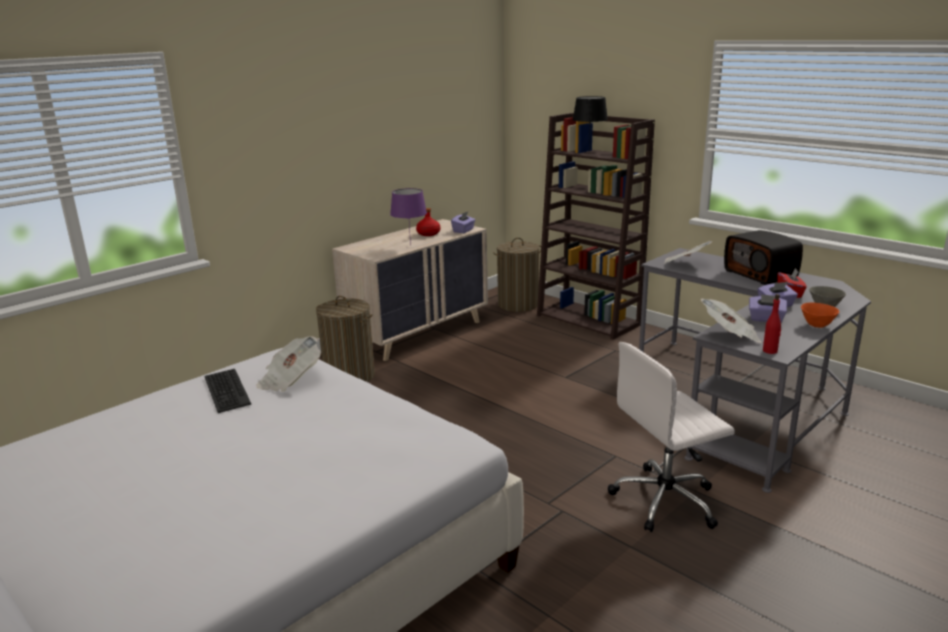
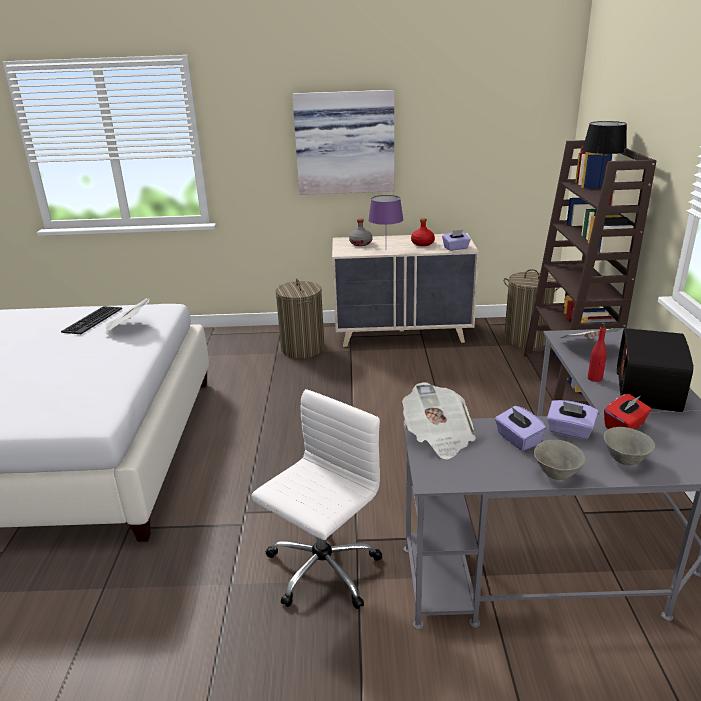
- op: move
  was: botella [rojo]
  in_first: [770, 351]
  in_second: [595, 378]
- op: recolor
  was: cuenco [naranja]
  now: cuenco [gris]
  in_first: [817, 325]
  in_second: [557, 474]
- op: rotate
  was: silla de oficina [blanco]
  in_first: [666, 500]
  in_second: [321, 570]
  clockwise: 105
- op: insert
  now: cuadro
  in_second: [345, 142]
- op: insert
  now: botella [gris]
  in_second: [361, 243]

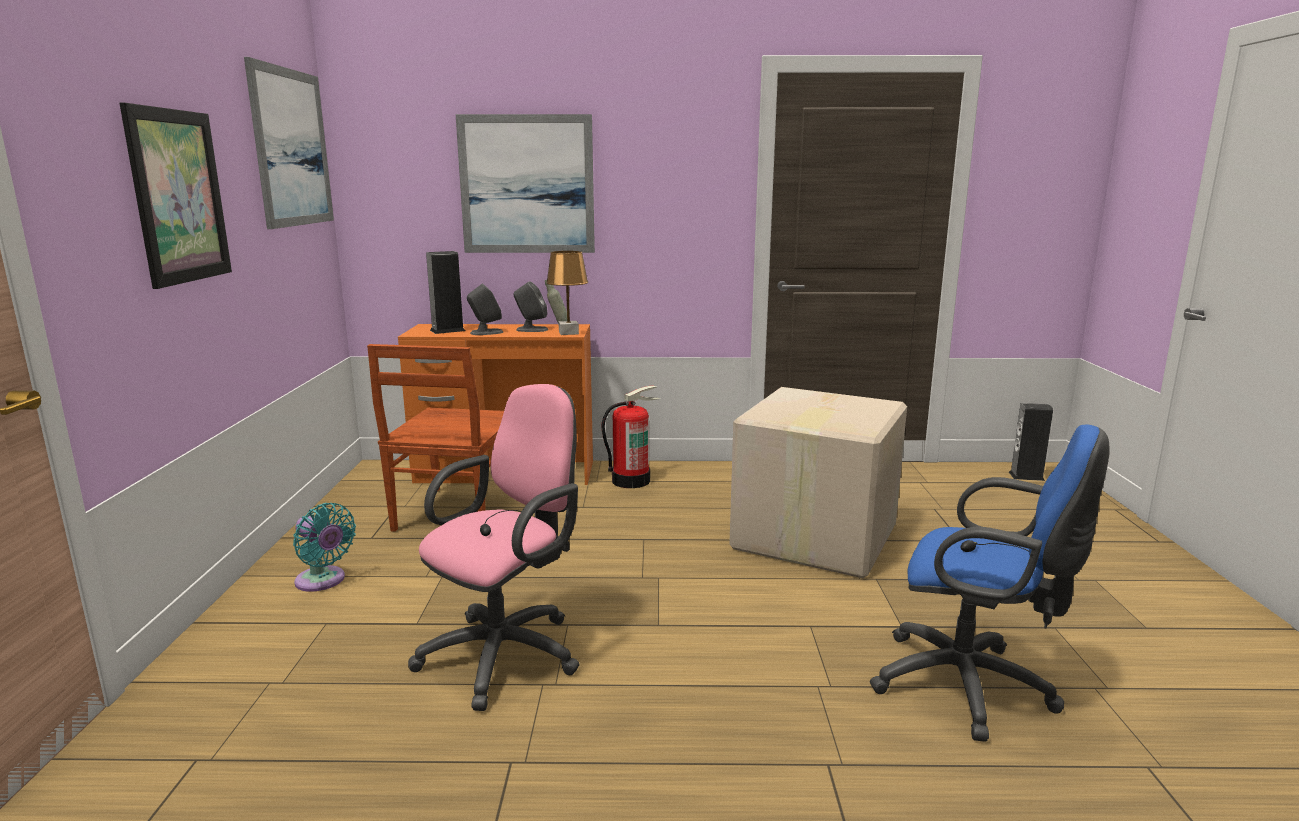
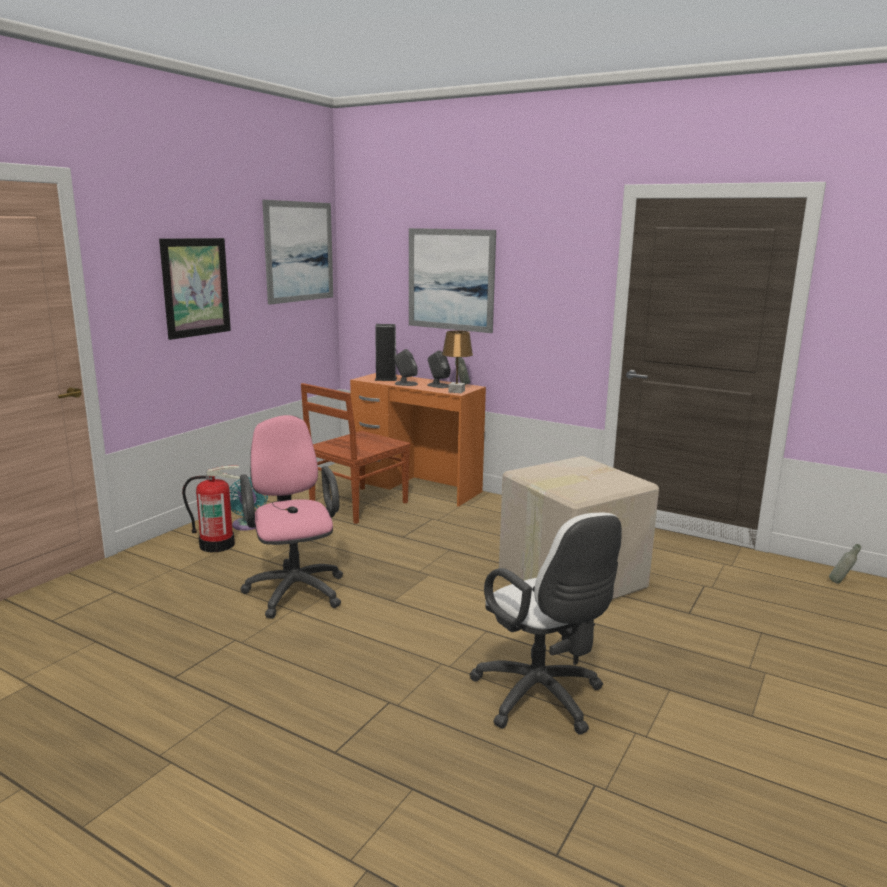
- op: rotate
  was: silla de oficina [rosa]
  in_first: [508, 652]
  in_second: [294, 589]
  clockwise: -90
- op: move
  was: extintor
  in_first: [630, 480]
  in_second: [217, 544]
- op: replace
  was: altavoz
  now: botella [gris]
  in_first: [1026, 476]
  in_second: [840, 583]
- op: recolor
  was: silla de oficina [azul]
  now: silla de oficina [blanco]
  in_first: [971, 687]
  in_second: [542, 699]

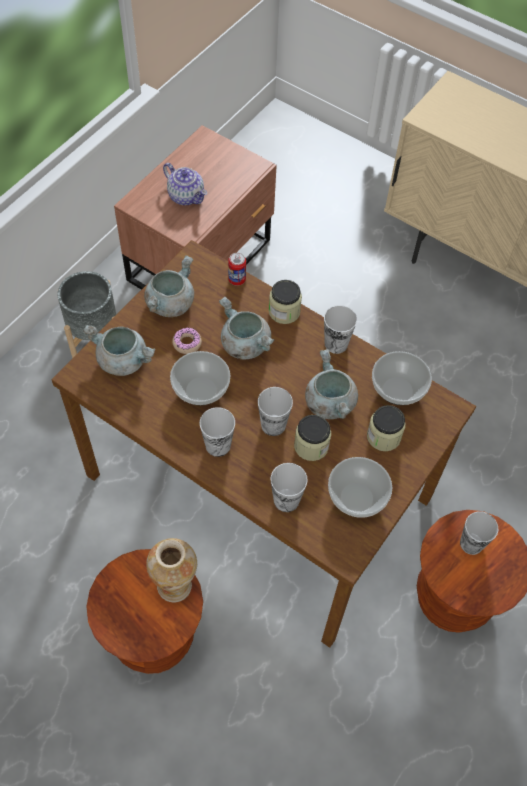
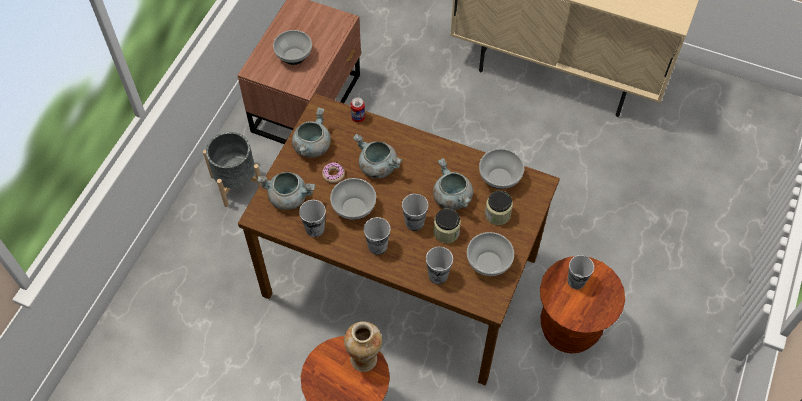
- op: replace
  was: tetera
  now: cuenco
  in_first: [186, 196]
  in_second: [294, 56]
- op: delete
  was: tarro
  in_first: [284, 311]
- op: move
  was: taza
  in_first: [336, 344]
  in_second: [315, 228]

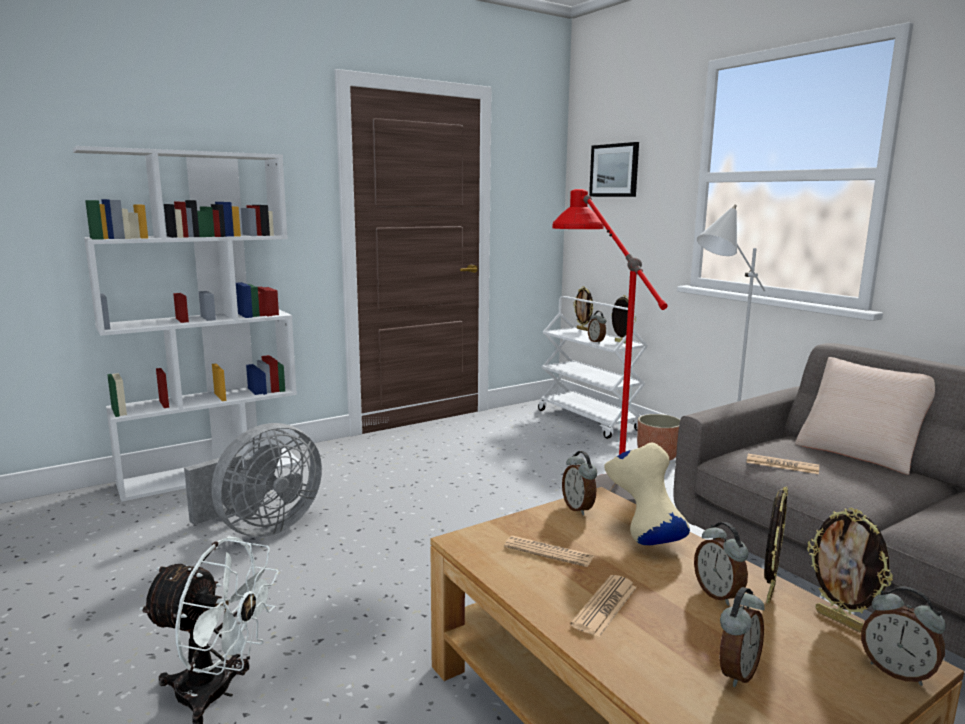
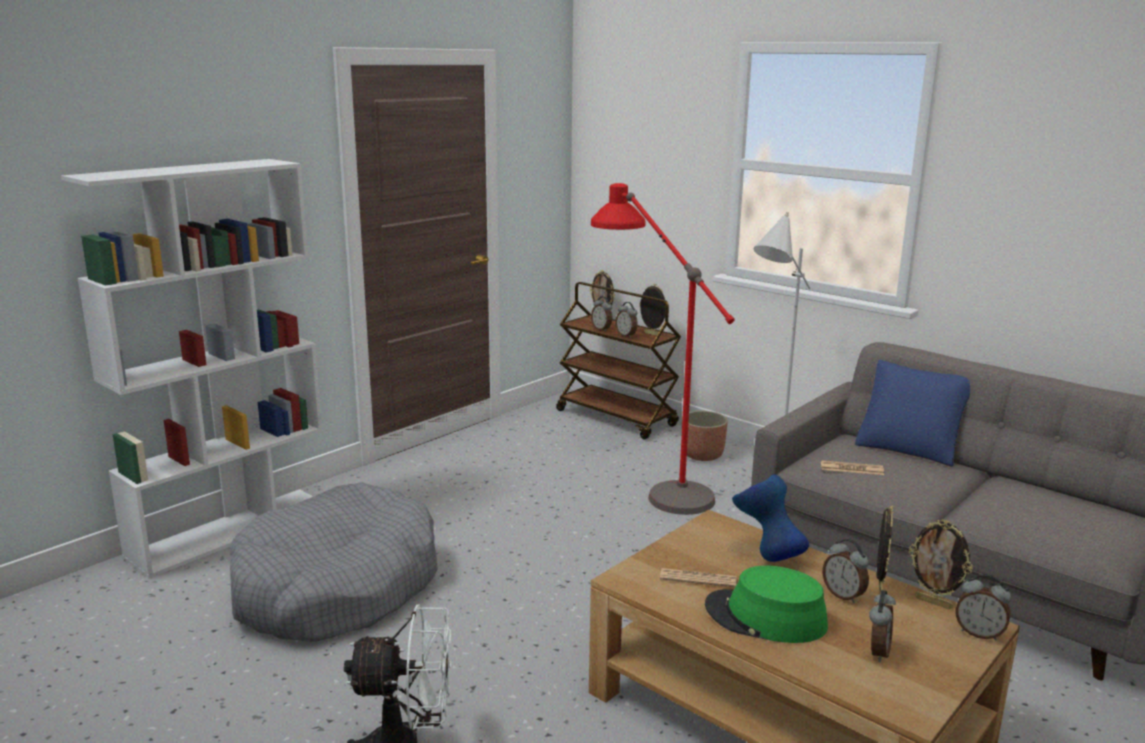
- op: delete
  was: cuadro
  in_first: [614, 170]
- op: recolor
  was: carrito [blanco]
  now: carrito [marrón]
  in_first: [589, 420]
  in_second: [617, 418]
- op: recolor
  was: cojín [beis]
  now: cojín [azul]
  in_first: [860, 452]
  in_second: [909, 447]
- op: replace
  was: ventilador [gris]
  now: cama para perro [gris]
  in_first: [261, 528]
  in_second: [336, 587]
- op: recolor
  was: florero [beis]
  now: florero [azul]
  in_first: [643, 538]
  in_second: [766, 555]
- op: move
  was: despertador
  in_first: [579, 508]
  in_second: [602, 329]
- op: replace
  was: periódico
  now: sombrero [verde]
  in_first: [605, 606]
  in_second: [765, 617]

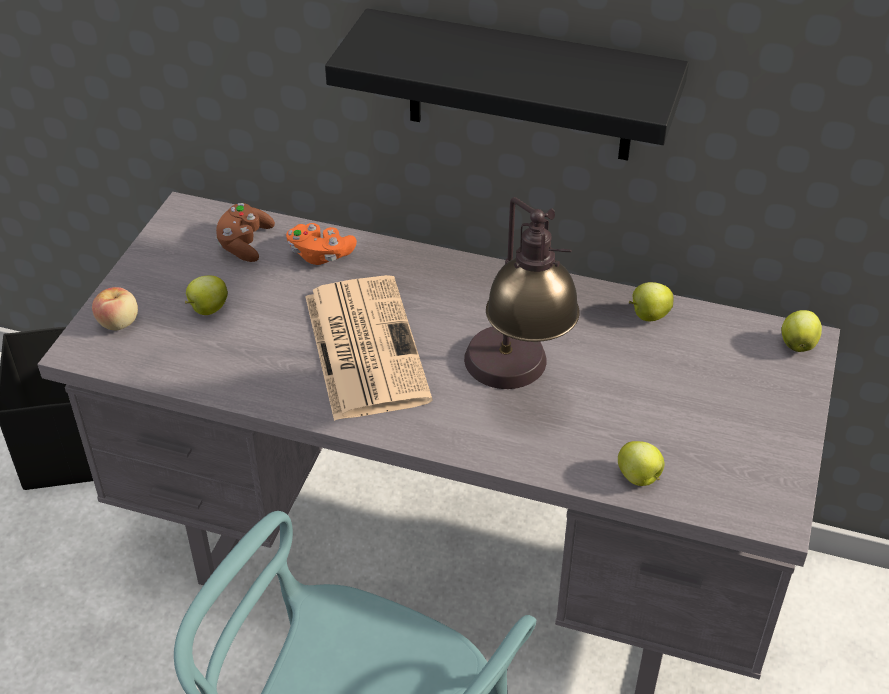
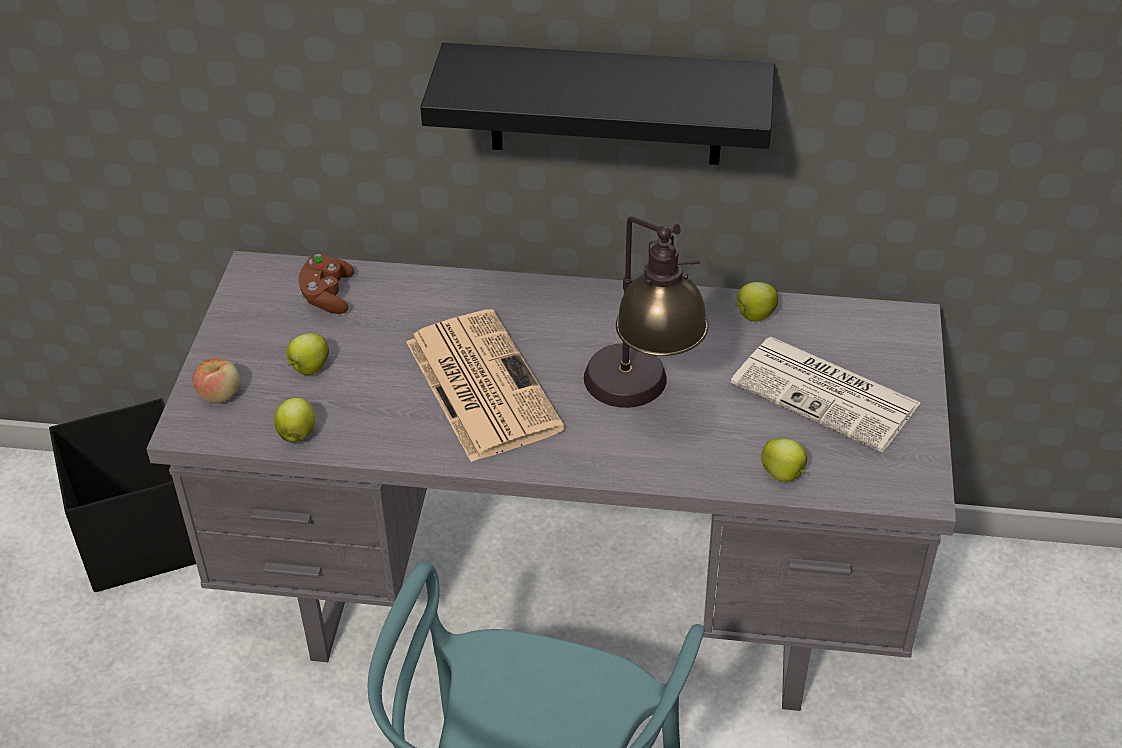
- op: delete
  was: mando de consola [naranja]
  in_first: [320, 254]
- op: move
  was: manzana
  in_first: [797, 344]
  in_second: [297, 433]
- op: insert
  now: periódico
  in_second: [828, 394]

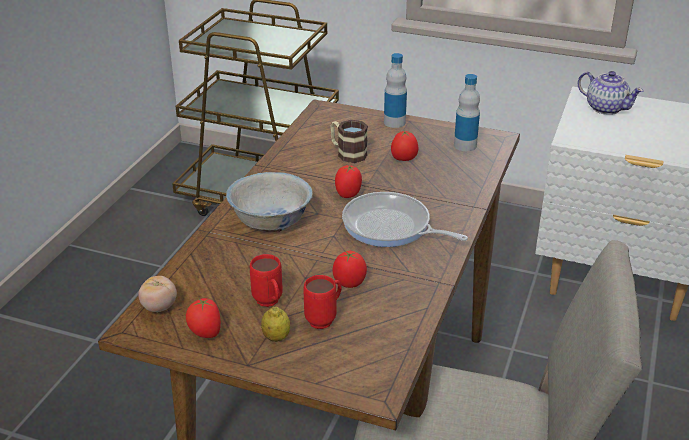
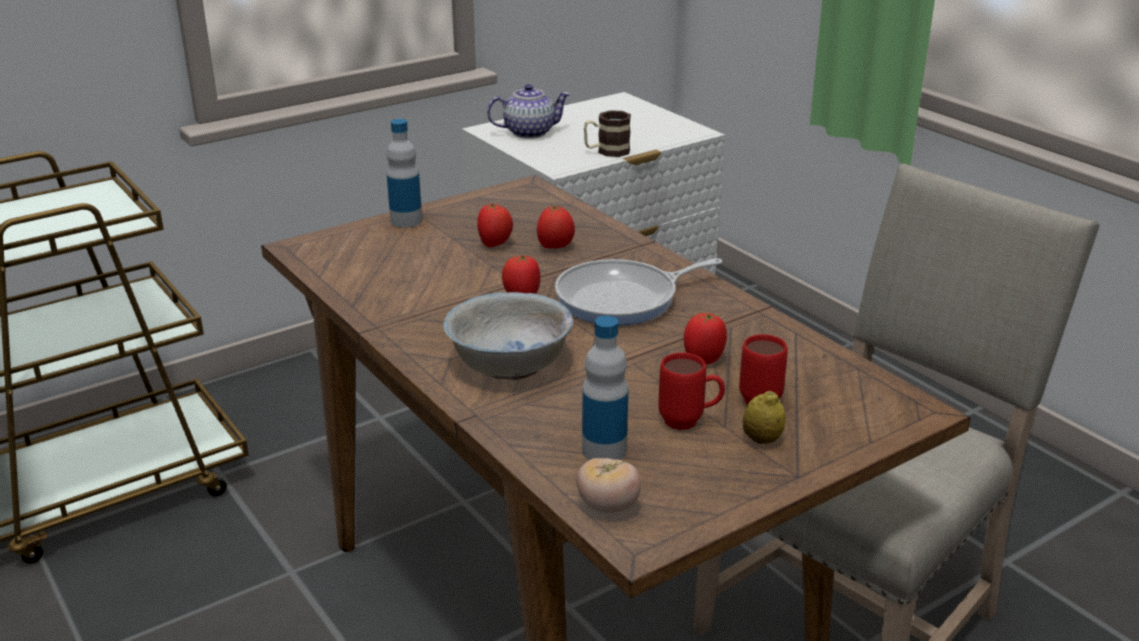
- op: move
  was: botella
  in_first: [465, 145]
  in_second: [604, 450]
- op: move
  was: taza grande
  in_first: [347, 153]
  in_second: [607, 151]
- op: move
  was: tomate
  in_first: [205, 333]
  in_second: [555, 247]

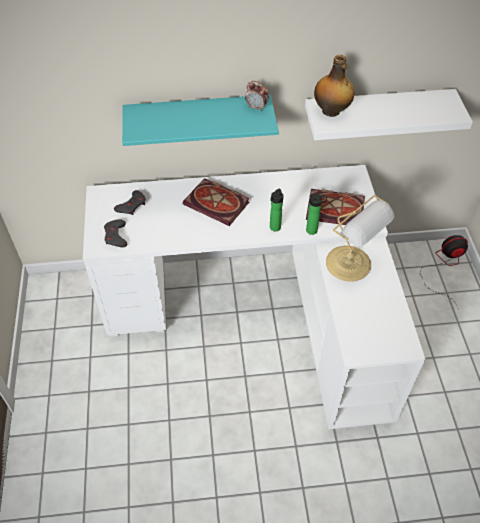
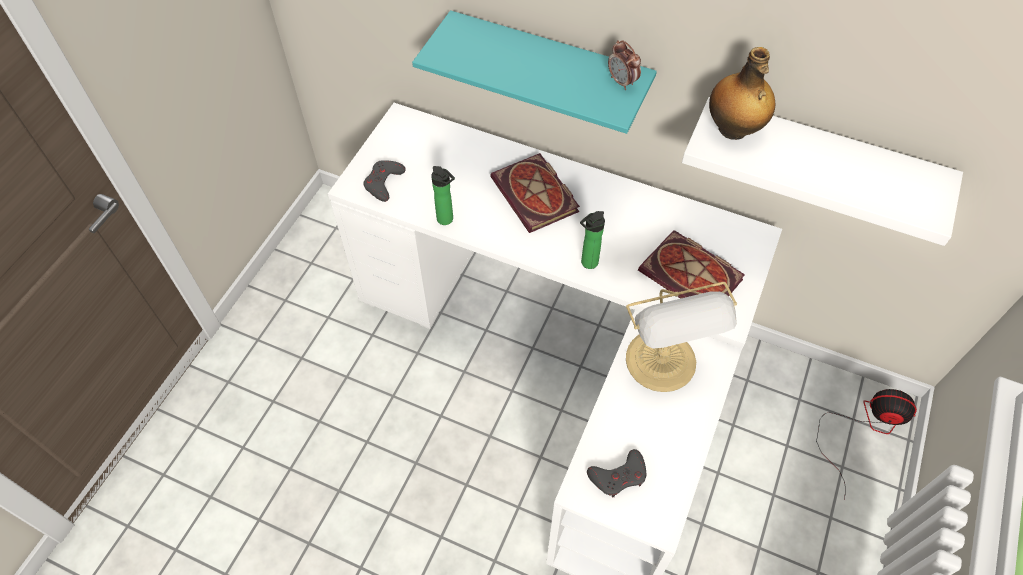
- op: move
  was: mando de consola [gris]
  in_first: [132, 205]
  in_second: [618, 476]
- op: move
  was: botella
  in_first: [313, 231]
  in_second: [447, 220]

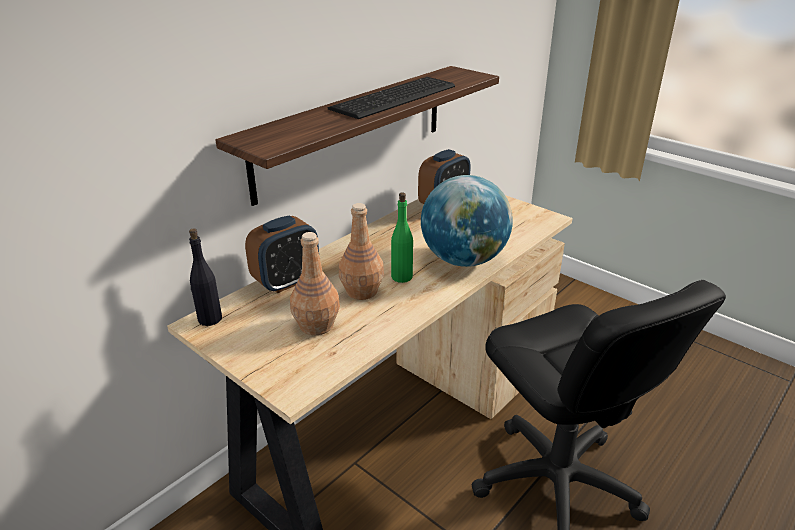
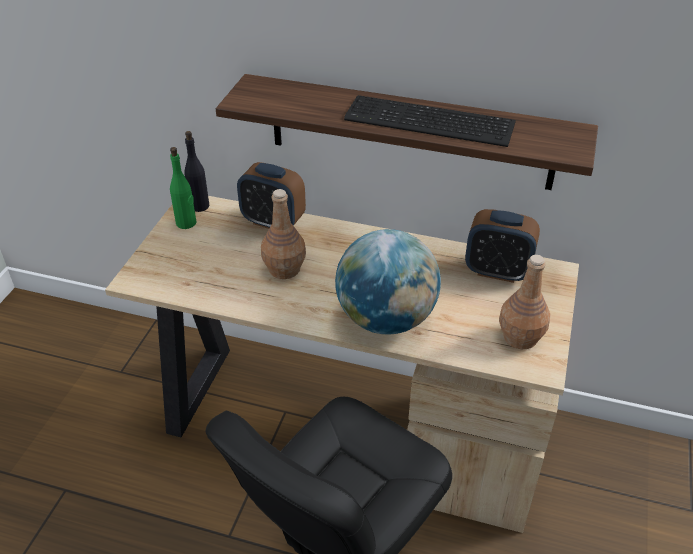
- op: move
  was: botella [verde]
  in_first: [402, 277]
  in_second: [186, 223]
- op: move
  was: botella [marrón]
  in_first: [317, 325]
  in_second: [520, 337]

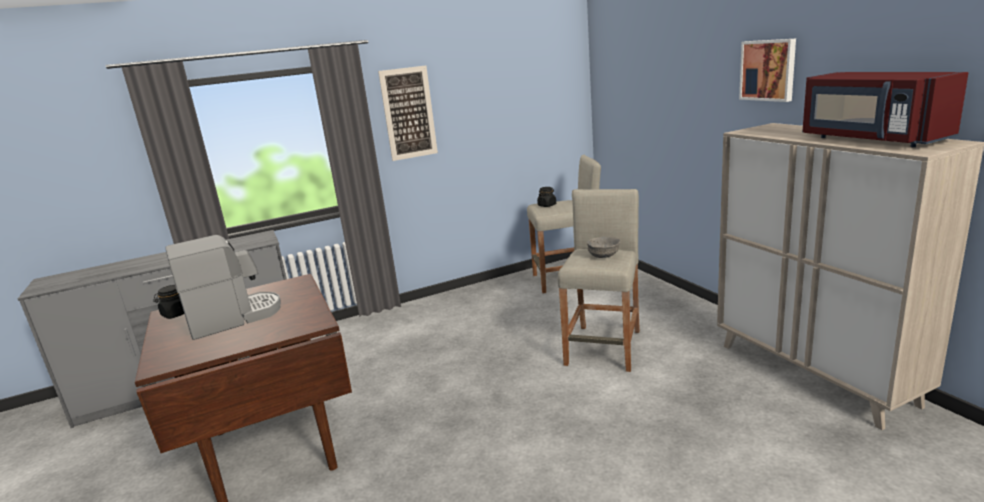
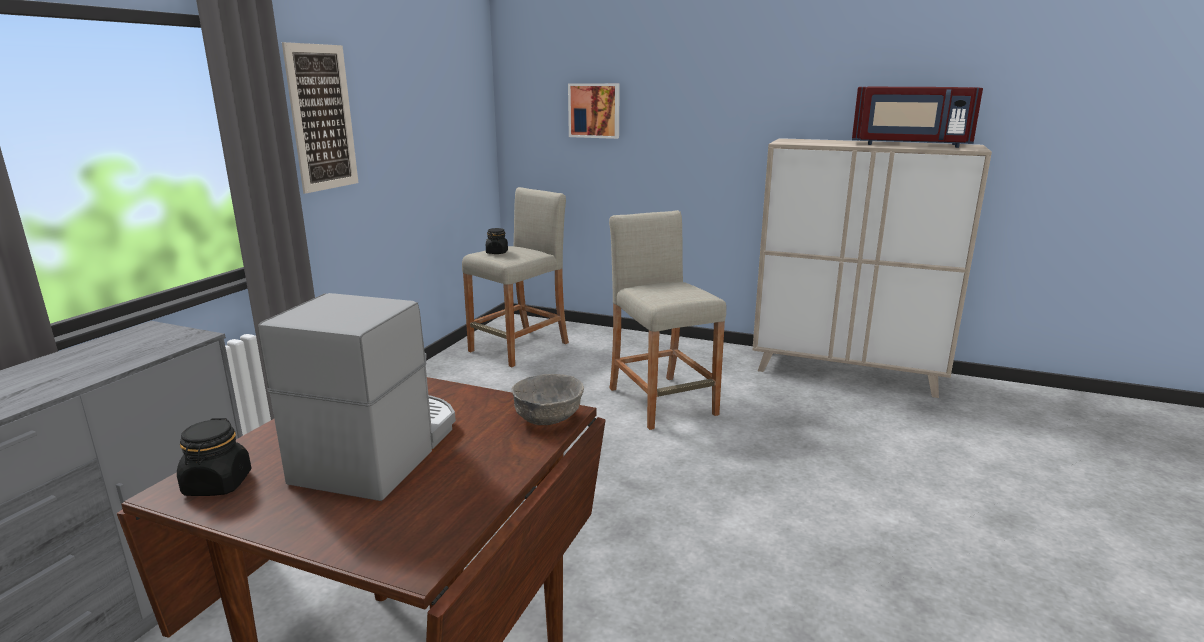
- op: move
  was: cuadro
  in_first: [768, 70]
  in_second: [594, 110]
- op: move
  was: cuenco [gris]
  in_first: [603, 256]
  in_second: [548, 419]

